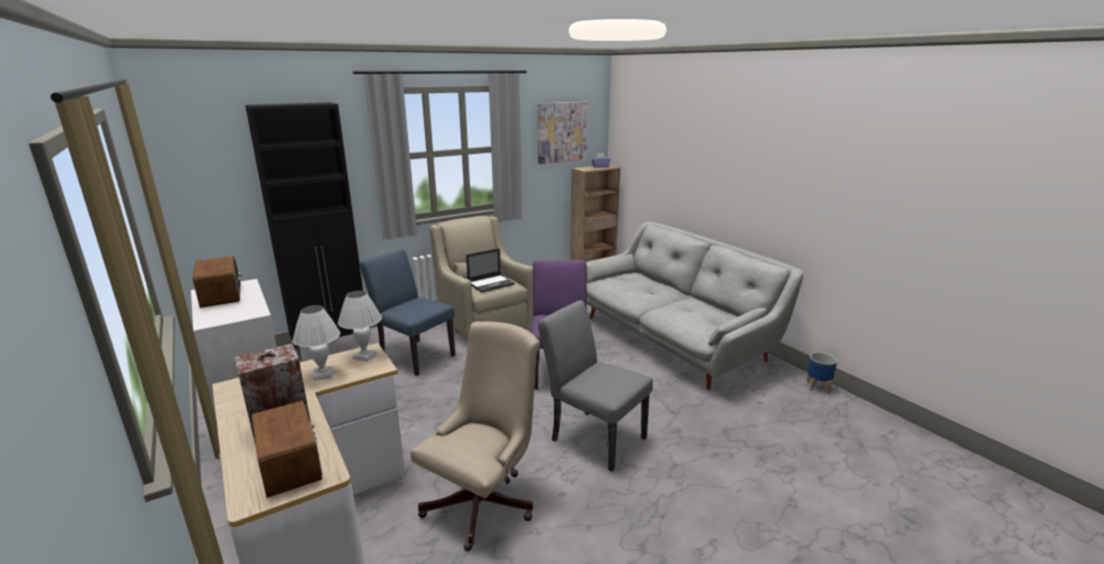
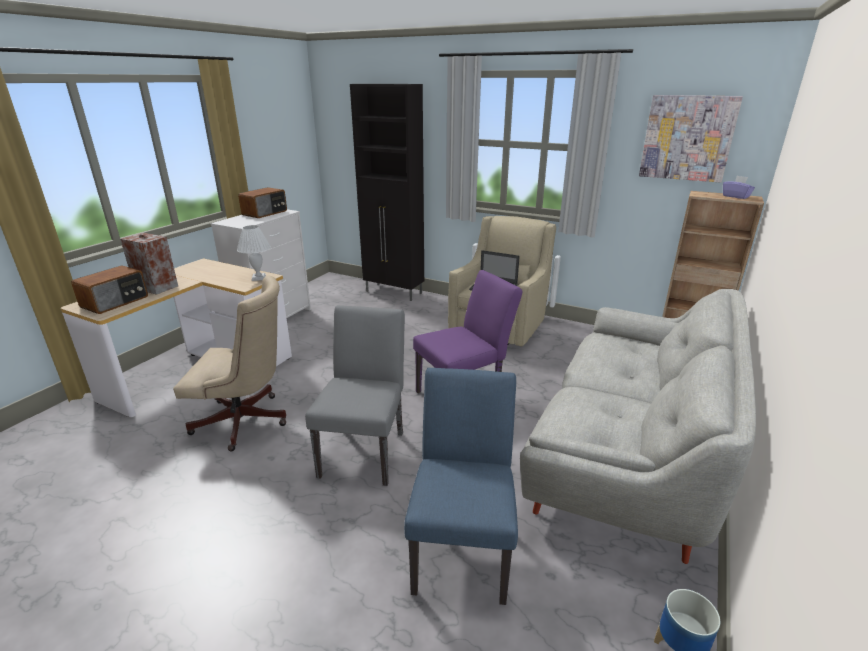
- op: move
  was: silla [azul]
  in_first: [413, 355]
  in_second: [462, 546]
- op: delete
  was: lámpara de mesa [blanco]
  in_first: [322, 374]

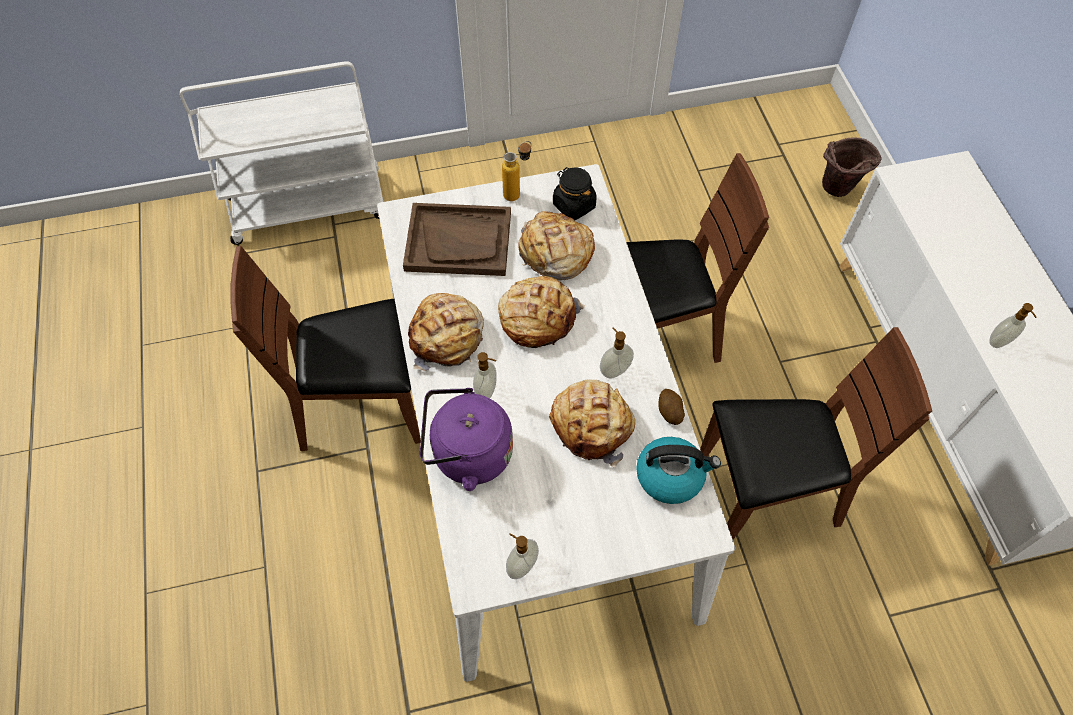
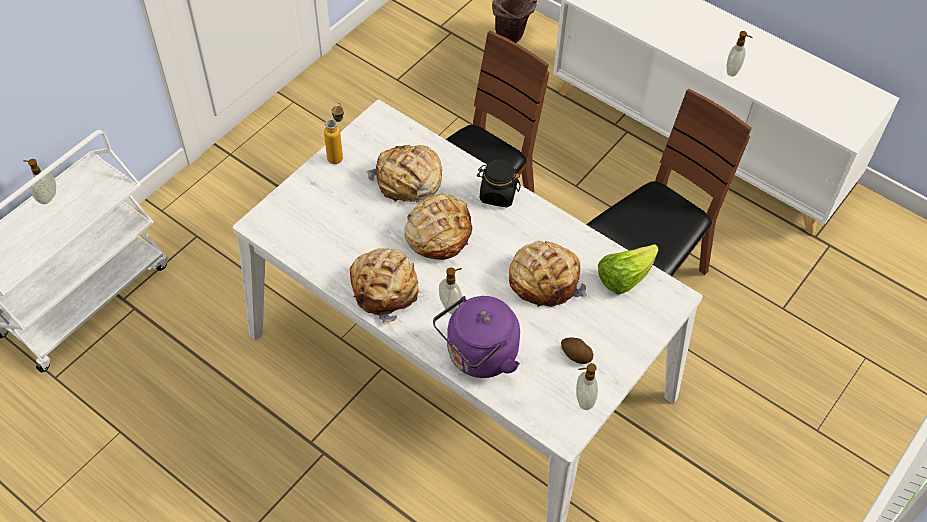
- op: move
  was: tarro [negro]
  in_first: [573, 205]
  in_second: [497, 194]
- op: delete
  was: bandeja [marrón]
  in_first: [459, 241]
- op: delete
  was: silla [marrón]
  in_first: [362, 408]
- op: move
  was: dispensador de jabón
  in_first: [614, 370]
  in_second: [47, 197]
- op: move
  was: patata
  in_first: [669, 411]
  in_second: [575, 355]
- op: replace
  was: hervidor
  now: lechuga
  in_first: [671, 476]
  in_second: [624, 278]

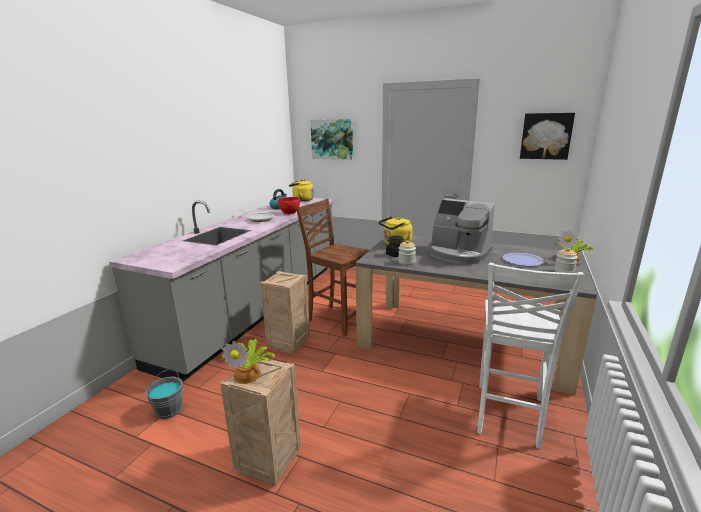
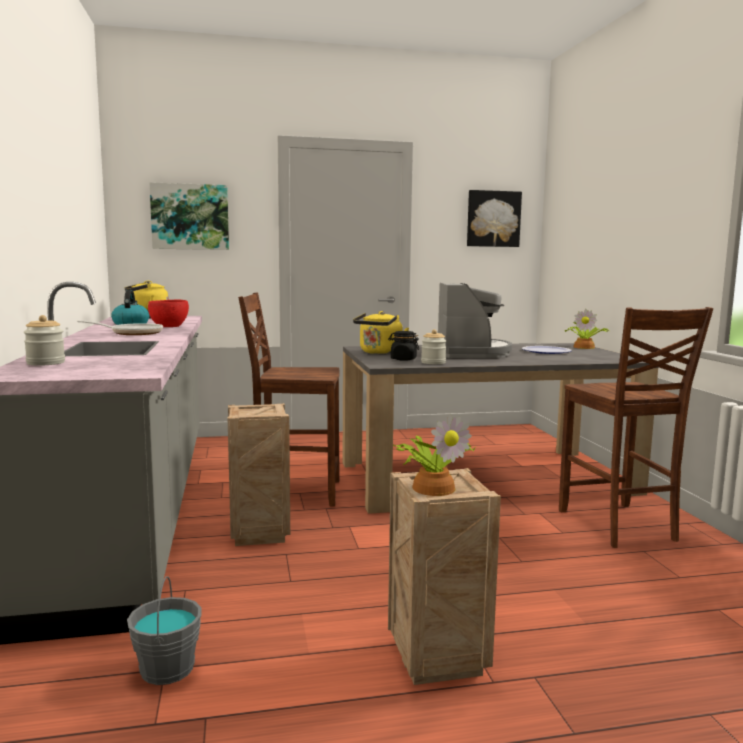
- op: rotate
  was: cafetera
  in_first: [458, 254]
  in_second: [471, 353]
  clockwise: -90
- op: move
  was: tarro
  in_first: [564, 271]
  in_second: [46, 363]
- op: recolor
  was: silla [blanco]
  now: silla [marrón]
  in_first: [507, 416]
  in_second: [618, 526]

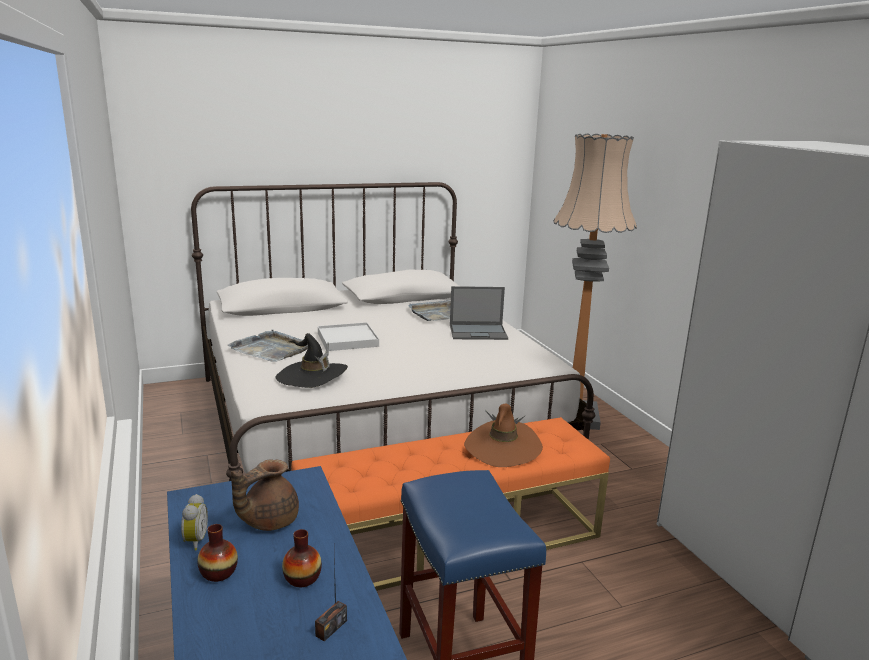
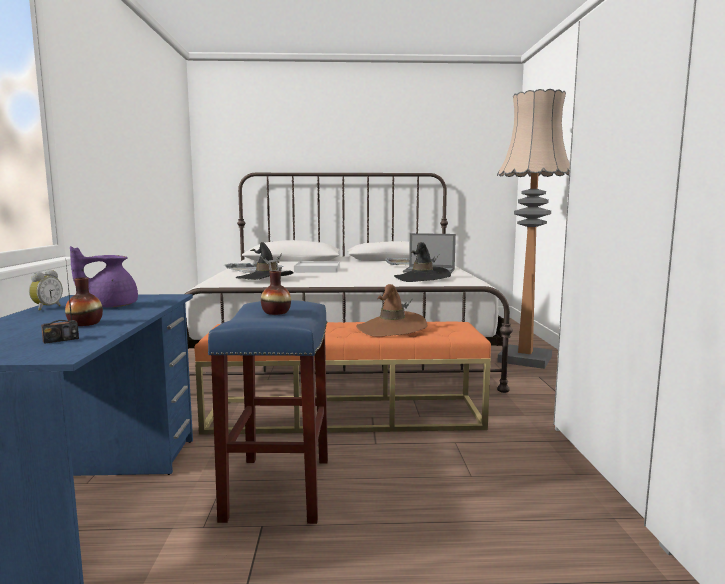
- op: recolor
  was: tetera [marrón]
  now: tetera [morado]
  in_first: [268, 521]
  in_second: [110, 306]
- op: move
  was: florero
  in_first: [218, 572]
  in_second: [276, 312]
- op: insert
  now: sombrero [negro]
  in_second: [422, 278]

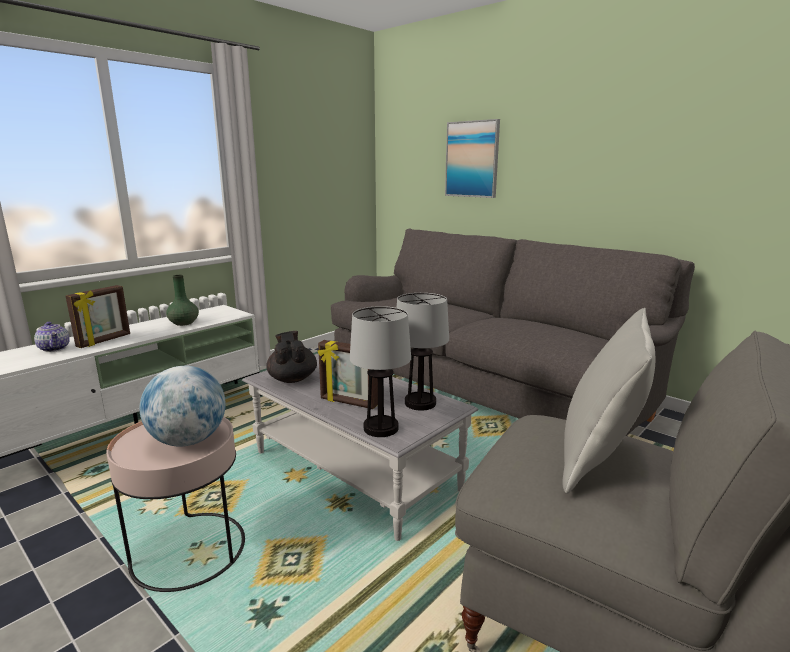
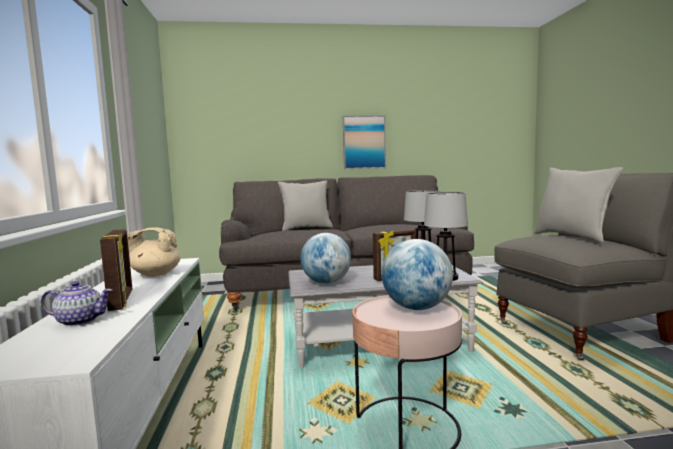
- op: move
  was: cuadro
  in_first: [472, 159]
  in_second: [364, 142]
- op: replace
  was: florero [verde]
  now: tetera [beis]
  in_first: [184, 323]
  in_second: [154, 274]
- op: replace
  was: tetera [negro]
  now: globo terráqueo
  in_first: [292, 379]
  in_second: [326, 282]
- op: insert
  now: cojín [gris]
  in_second: [306, 228]

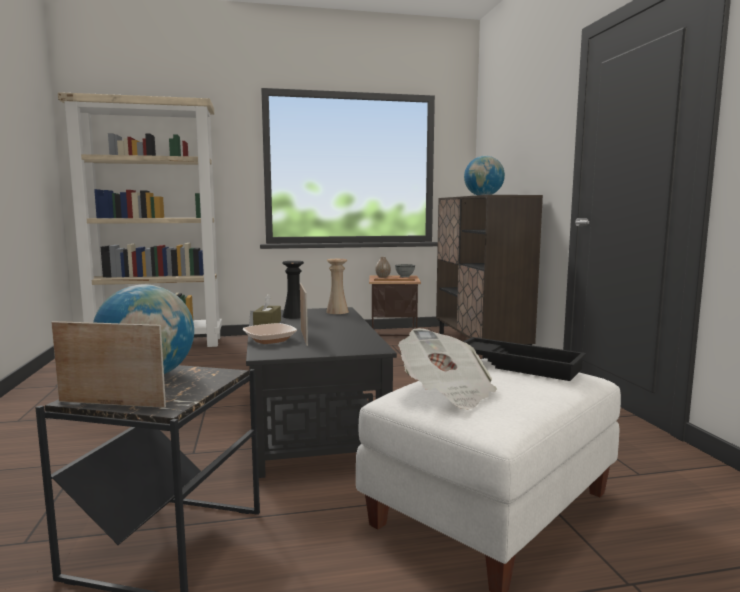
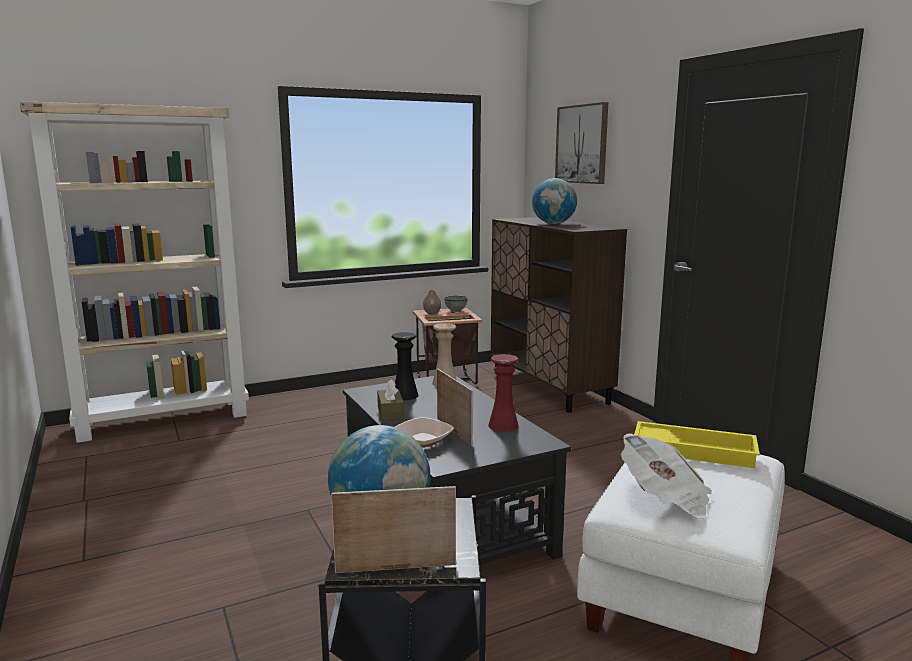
- op: recolor
  was: bandeja [negro]
  now: bandeja [amarillo]
  in_first: [519, 365]
  in_second: [695, 450]
- op: insert
  now: cuadro
  in_second: [582, 144]
- op: insert
  now: florero [rojo]
  in_second: [503, 425]

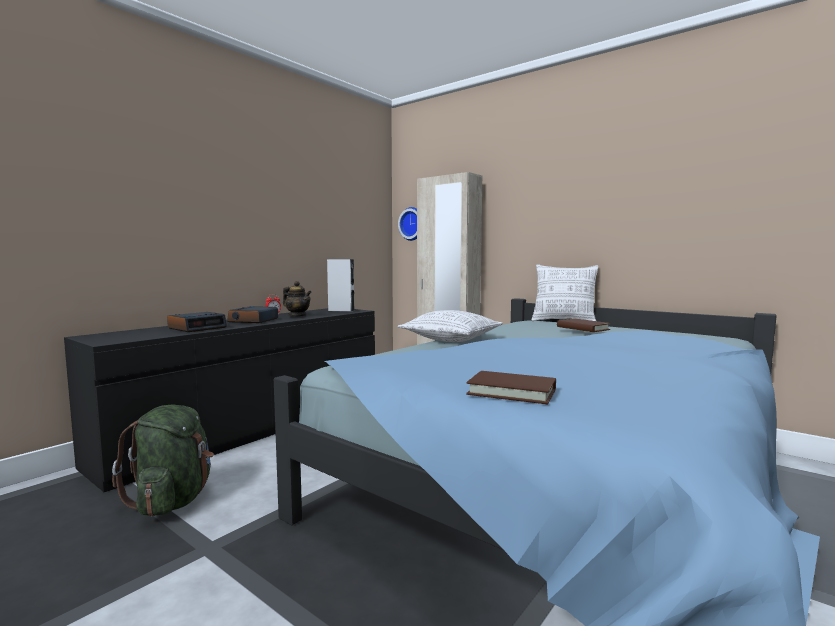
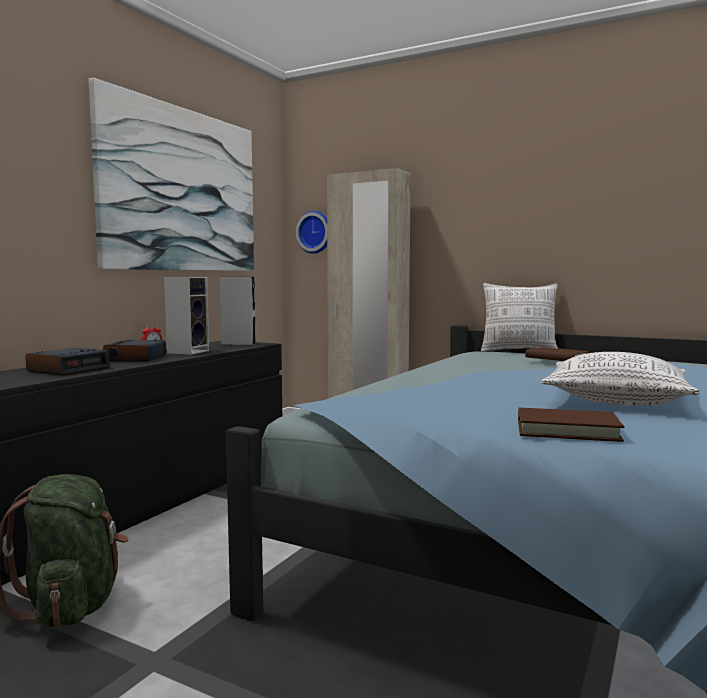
- op: replace
  was: tetera
  now: altavoz
  in_first: [297, 316]
  in_second: [188, 351]
- op: move
  was: cojín
  in_first: [451, 339]
  in_second: [616, 400]
- op: insert
  now: cuadro
  in_second: [182, 190]

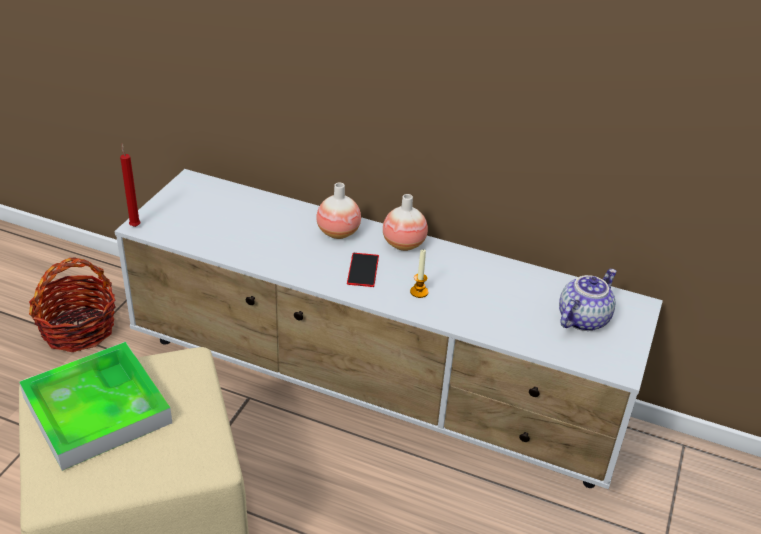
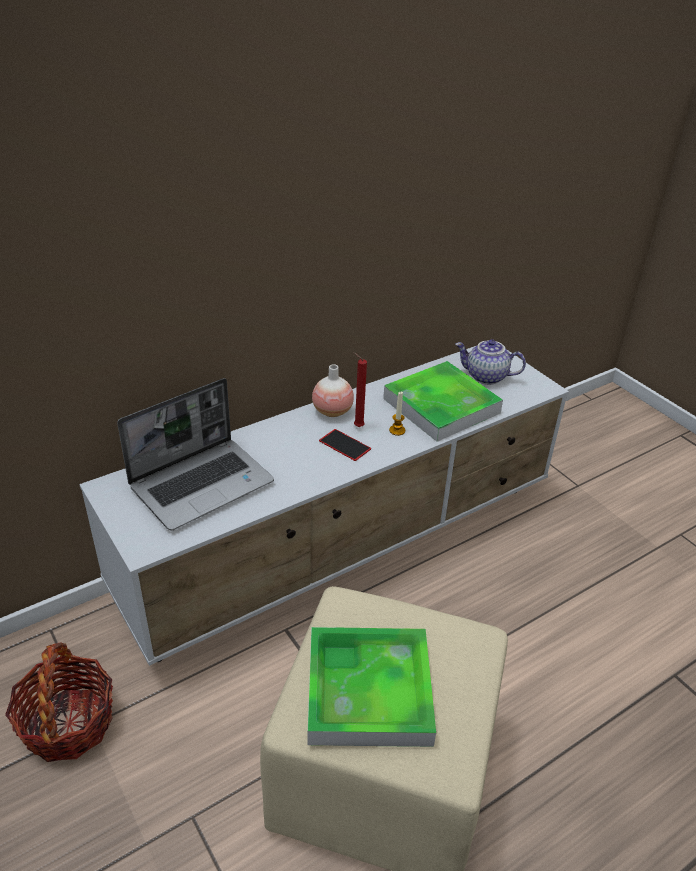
- op: move
  was: vela [rojo]
  in_first: [135, 225]
  in_second: [357, 426]
- op: delete
  was: florero
  in_first: [338, 232]
- op: rotate
  was: tetera
  in_first: [582, 318]
  in_second: [485, 377]
  clockwise: -60
- op: insert
  now: bandeja
  in_second: [441, 406]
- op: insert
  now: portátil
  in_second: [202, 484]

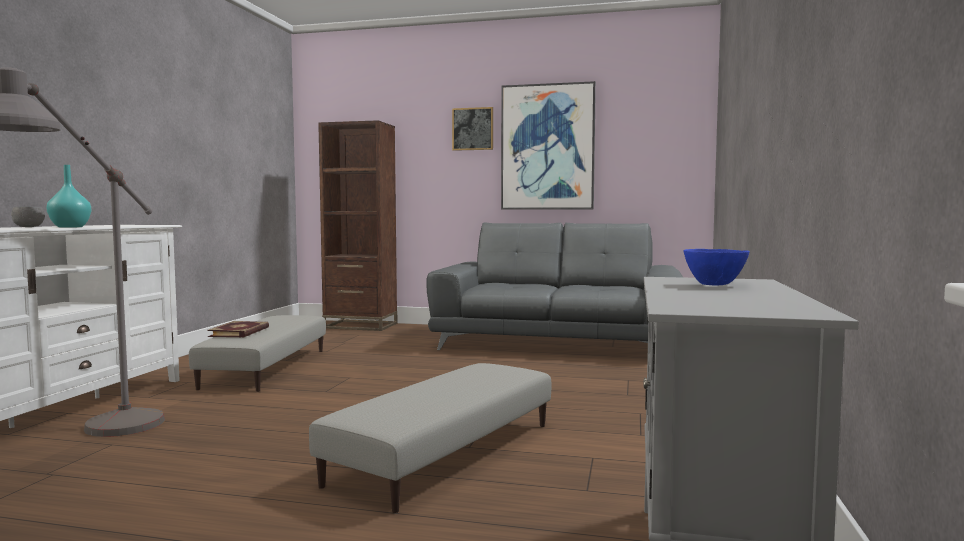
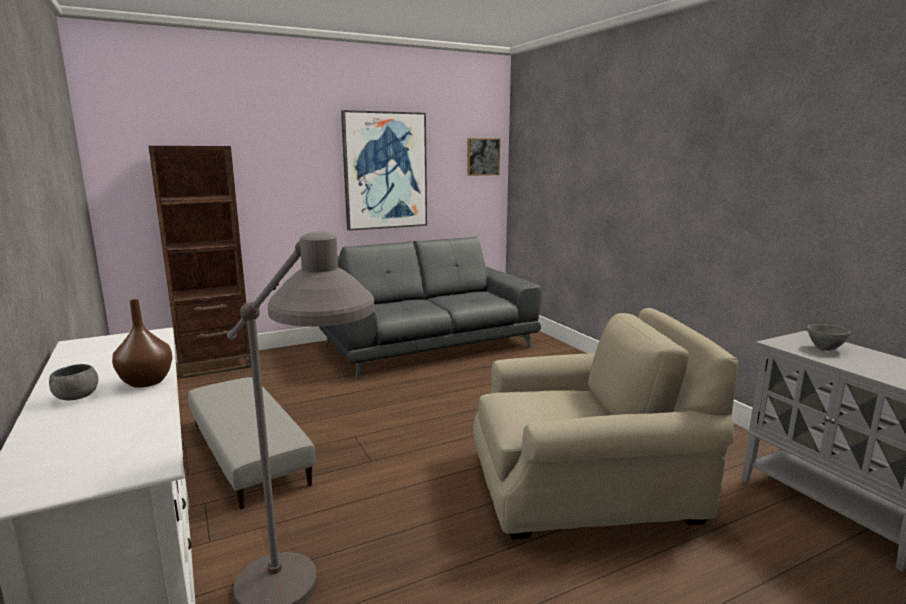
- op: move
  was: cuadro
  in_first: [472, 129]
  in_second: [483, 157]
- op: recolor
  was: florero [turquesa]
  now: florero [marrón]
  in_first: [71, 227]
  in_second: [147, 382]
- op: recolor
  was: cuenco [azul]
  now: cuenco [gris]
  in_first: [715, 284]
  in_second: [825, 348]
- op: delete
  was: libro
  in_first: [240, 332]
- op: replace
  was: puf [gris]
  now: sillón [beis]
  in_first: [446, 453]
  in_second: [582, 485]

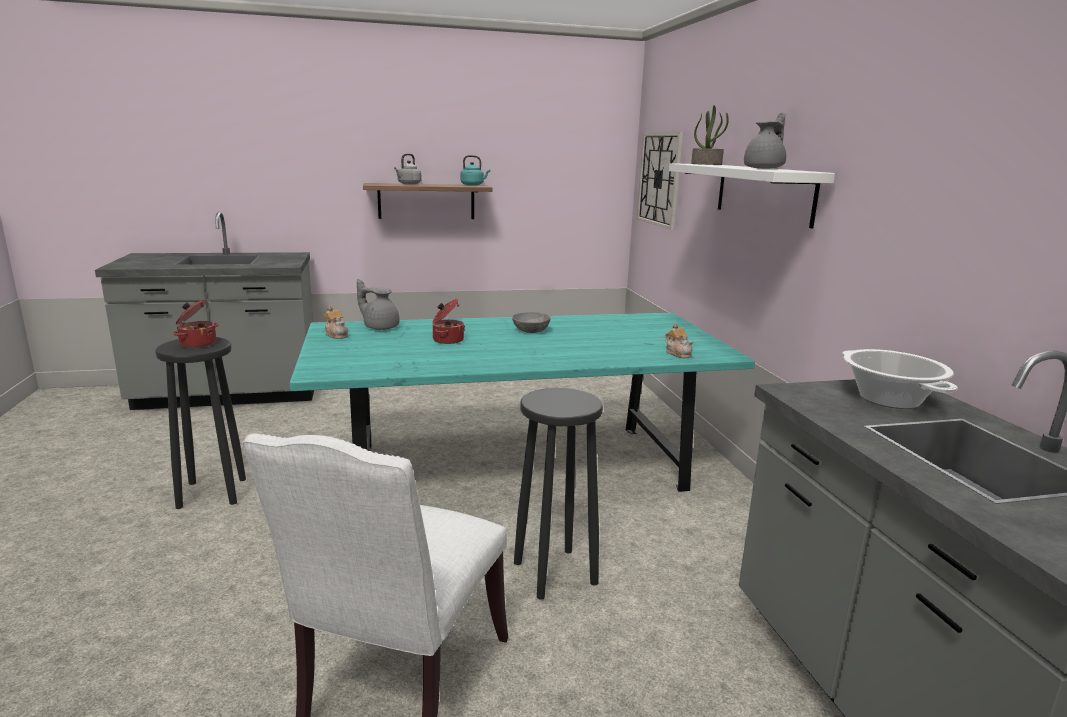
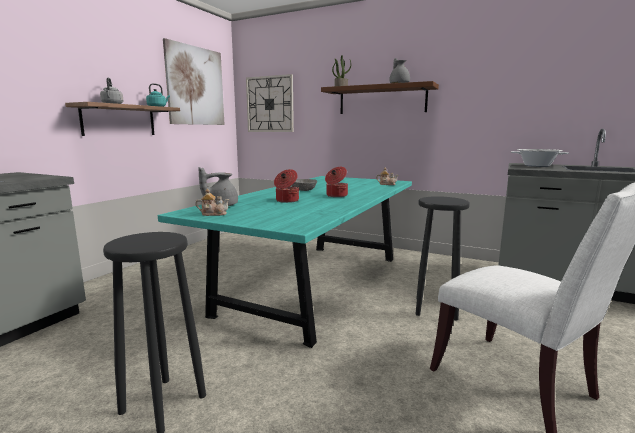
- op: recolor
  was: estante [blanco]
  now: estante [marrón]
  in_first: [763, 193]
  in_second: [382, 100]
- op: move
  was: olla
  in_first: [197, 343]
  in_second: [336, 195]
- op: insert
  now: cuadro
  in_second: [195, 86]

